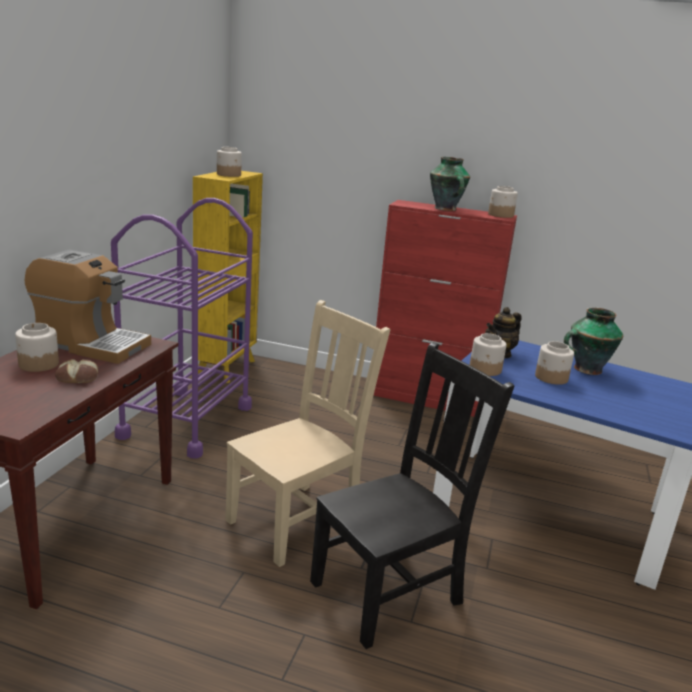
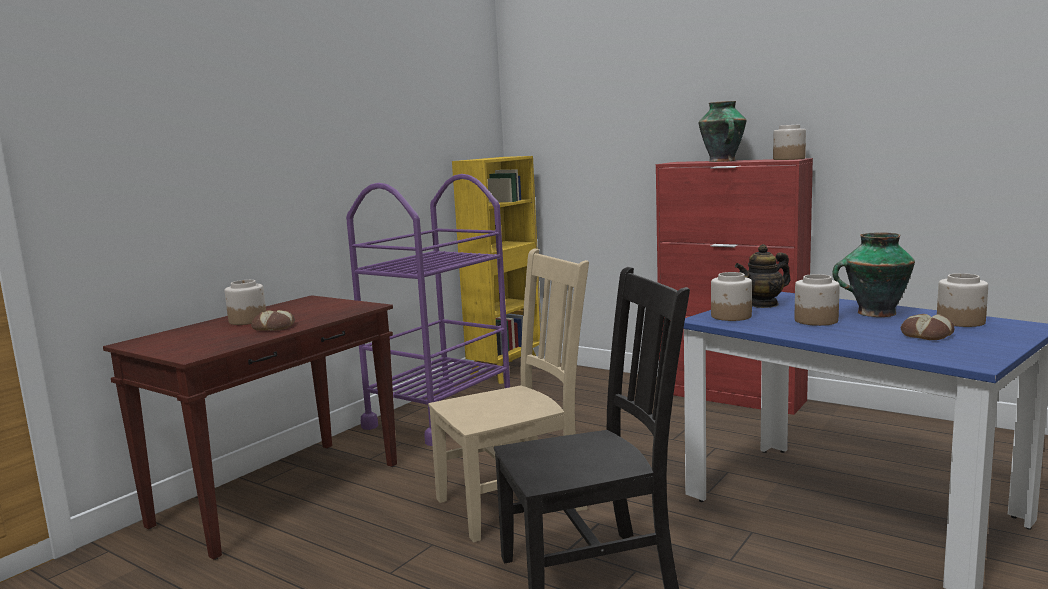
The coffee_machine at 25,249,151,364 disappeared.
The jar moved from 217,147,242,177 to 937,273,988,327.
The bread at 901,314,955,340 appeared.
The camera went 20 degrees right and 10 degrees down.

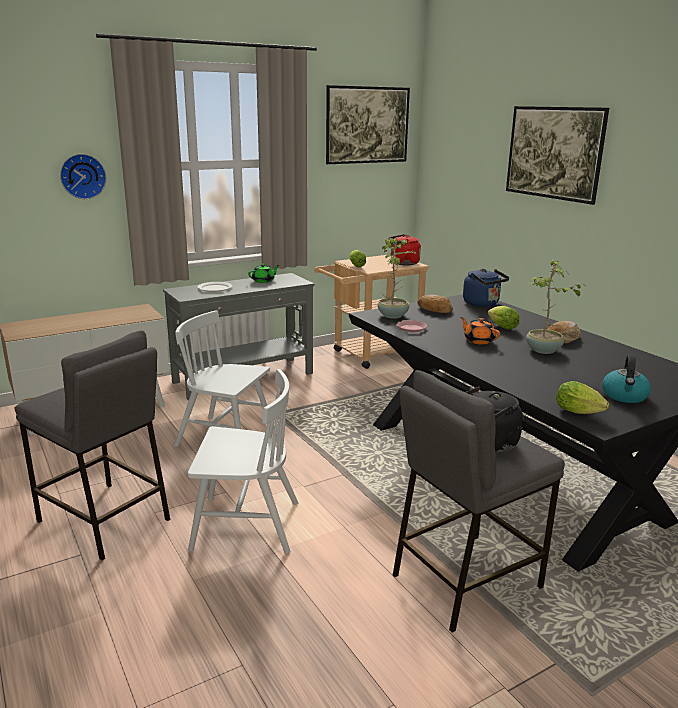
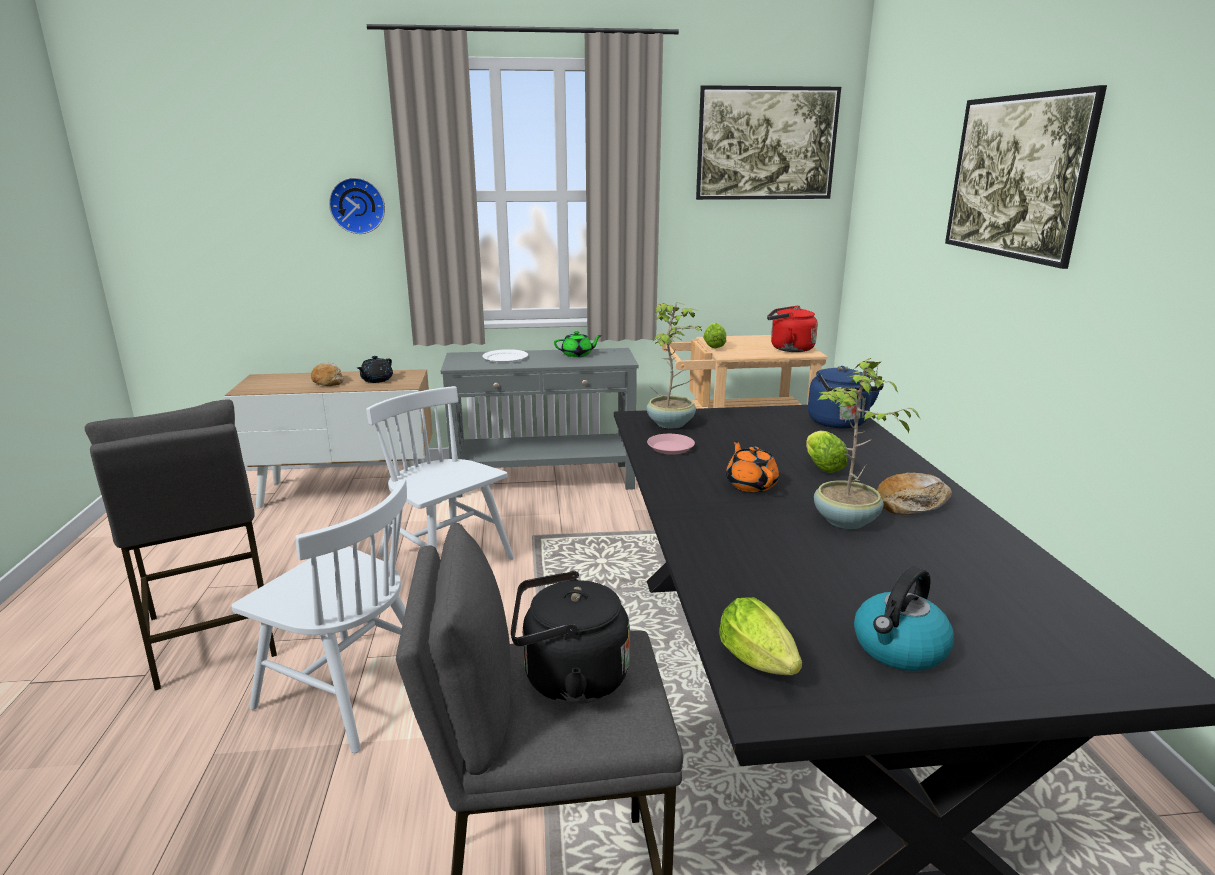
The bread moved from 417,295,453,313 to 311,363,344,386.
The black_teapot at 357,356,393,383 appeared.
The camera went 25 degrees right and 0 degrees up.

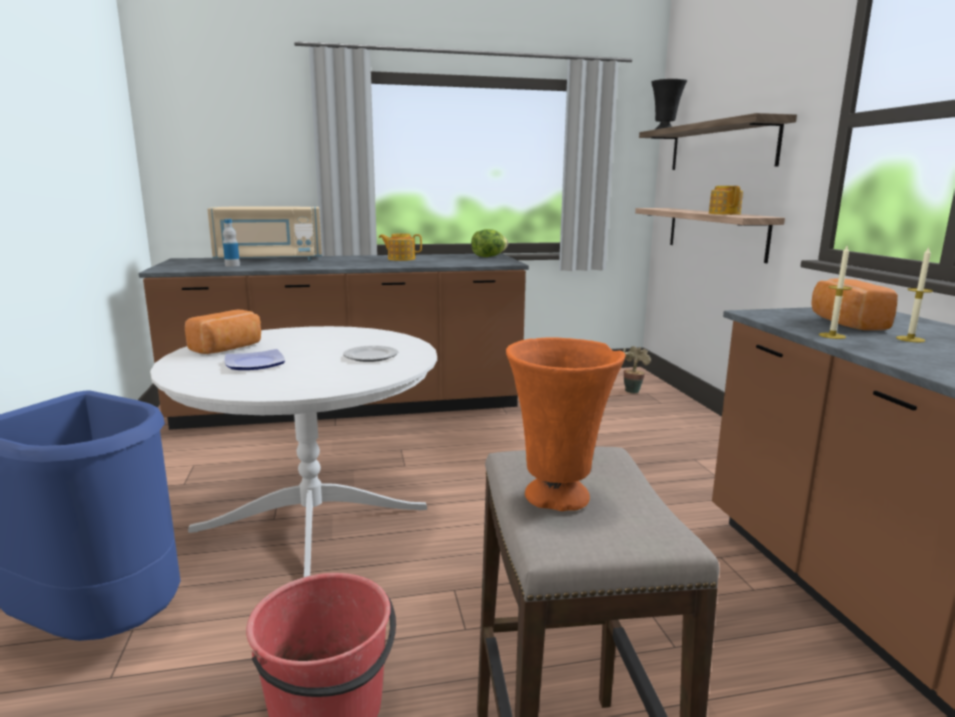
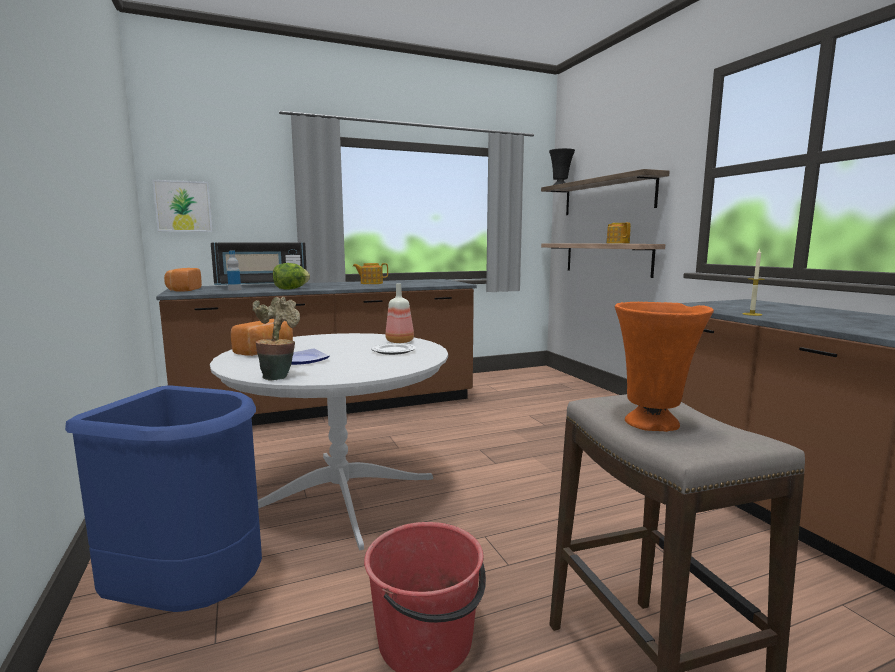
The beige_microwave at 207,207,322,260 became the black_microwave at 211,242,307,285.
The lettuce moved from 471,229,508,257 to 273,263,310,290.
The potted_plant moved from 623,346,651,394 to 252,297,300,381.
The bread moved from 811,279,898,330 to 164,268,202,292.
The candle at 896,247,933,342 disappeared.
The picture at 152,180,213,232 appeared.
The bottle at 385,283,414,343 appeared.
The camera went 10 degrees left and 5 degrees down.

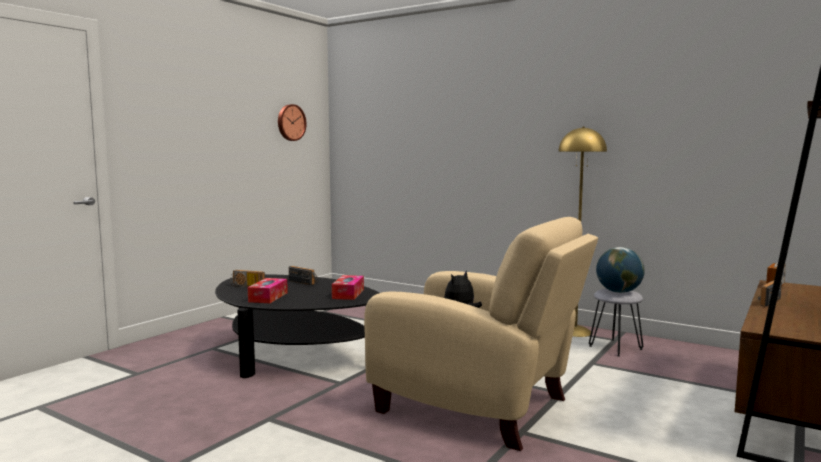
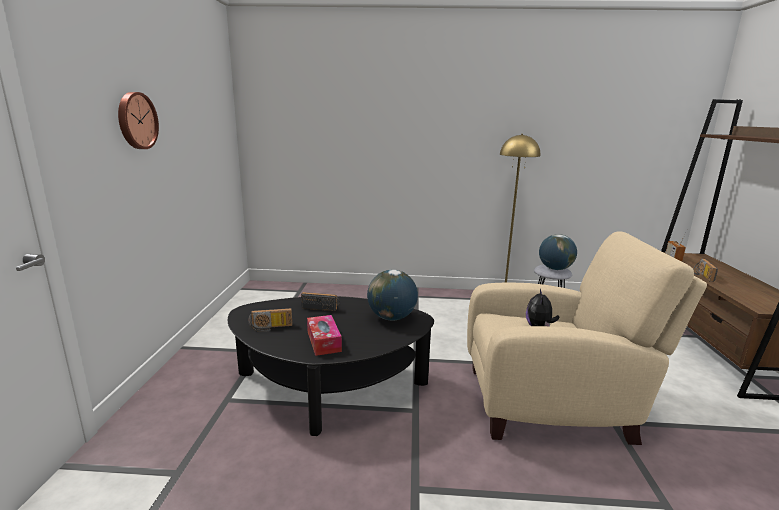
The wall_clock moved from 278,104,307,141 to 118,92,159,149.
The tissue_box at 332,275,364,300 was replaced by the globe at 367,270,418,321.
The camera went 30 degrees left and 10 degrees up.

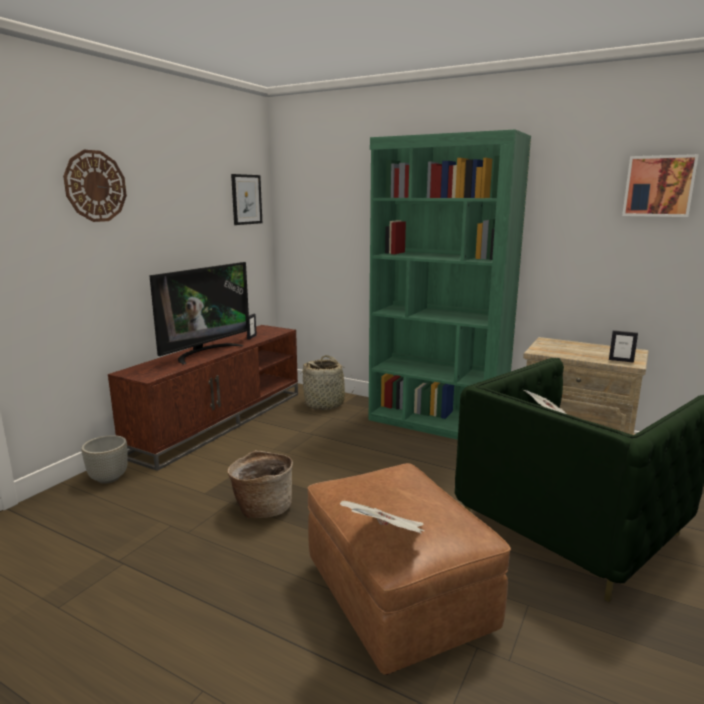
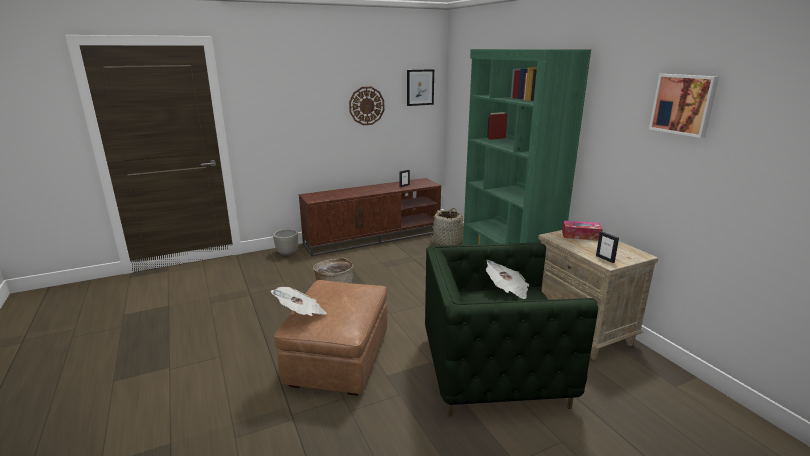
The wall_clock moved from 63,150,127,222 to 349,87,384,125.
The television at 149,262,250,364 disappeared.
The tissue_box at 562,220,603,241 appeared.
The camera went 35 degrees right and 5 degrees up.

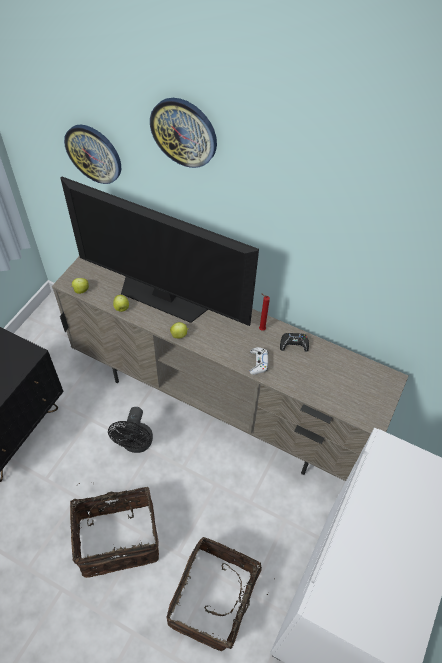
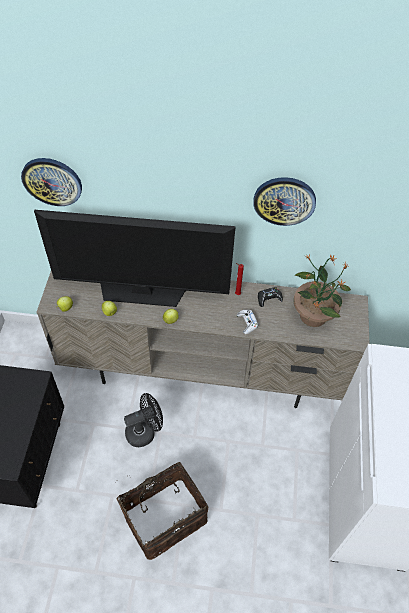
The black_fan at 108,407,153,453 turned 105 degrees counterclockwise.
The wall_clock moved from 150,98,217,168 to 253,177,316,226.
The basket at 166,537,275,651 disappeared.
The potted_plant at 294,255,351,327 appeared.
The camera went 20 degrees left and 0 degrees up.

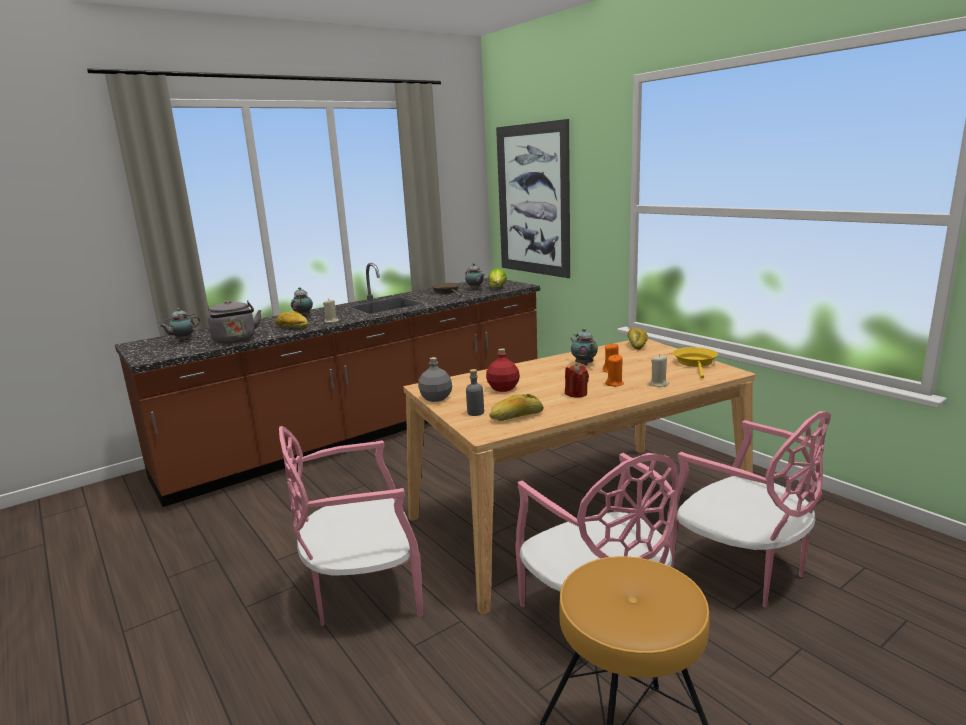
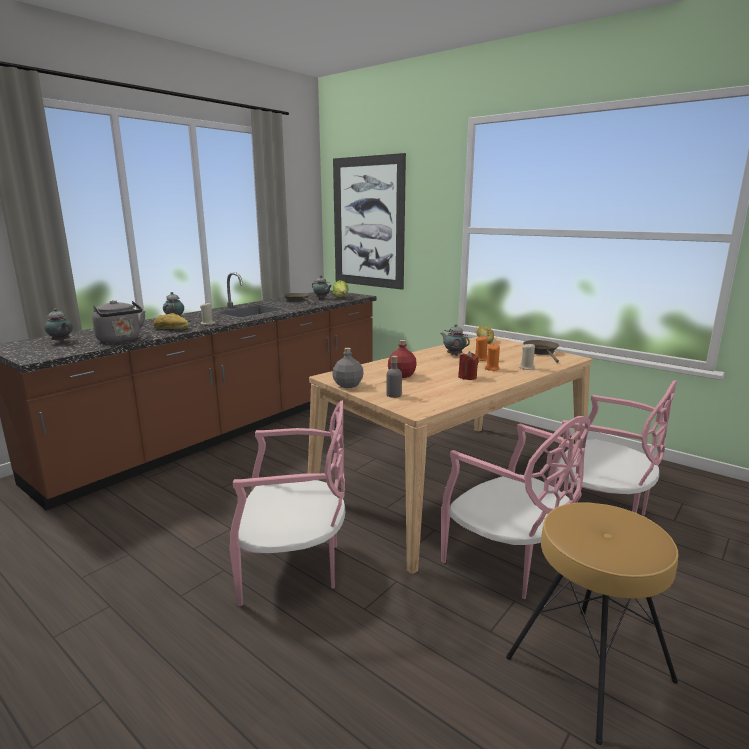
The teapot at 159,308,200,342 turned 75 degrees counterclockwise.
The pink_chair at 279,426,423,626 turned 150 degrees counterclockwise.
The bread at 489,394,544,421 disappeared.
The yellow_frying_pan at 673,347,718,378 became the brown_frying_pan at 523,340,559,363.
The camera went 15 degrees left and 0 degrees up.

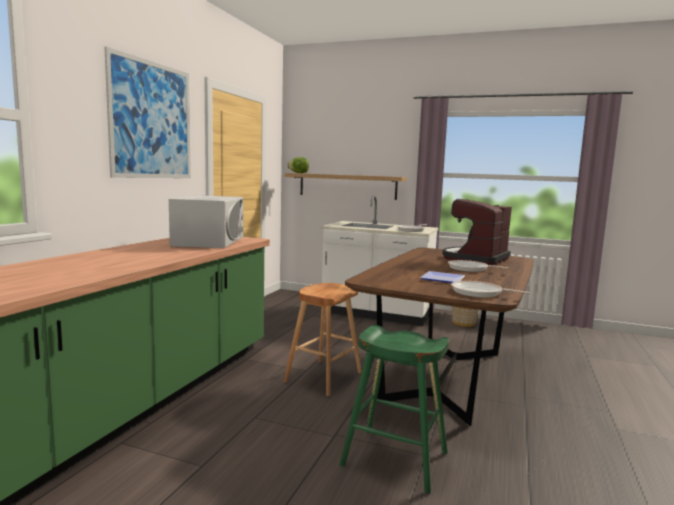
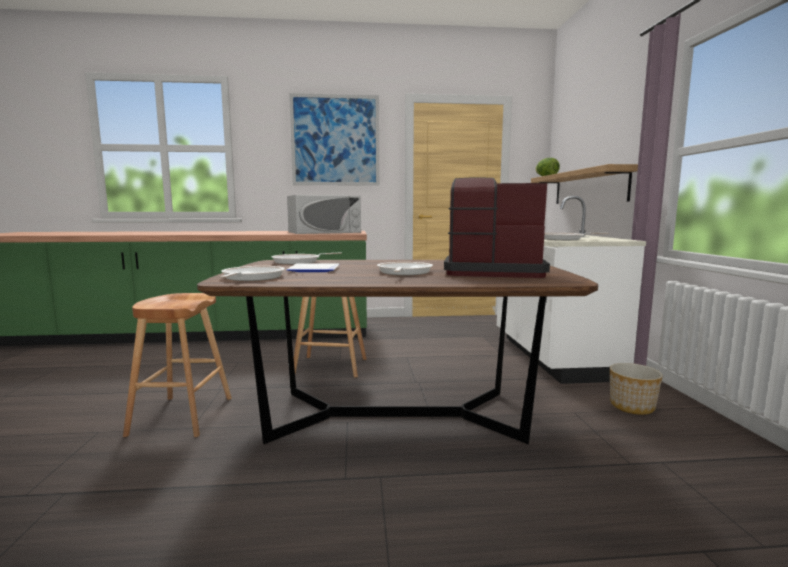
The green_stool at 340,325,449,494 became the brown_stool at 123,293,232,437.
The frying_pan at 272,253,342,264 appeared.
The camera went 65 degrees right and 0 degrees up.

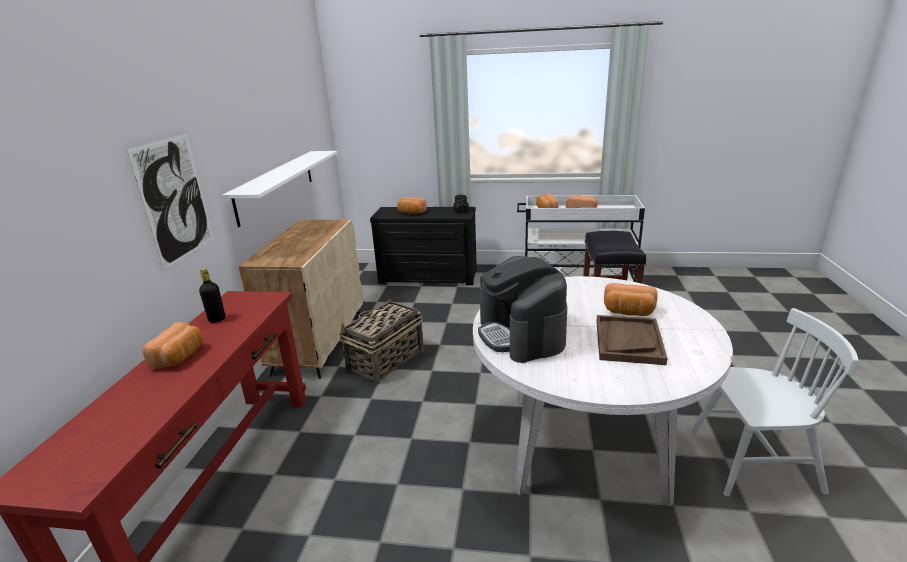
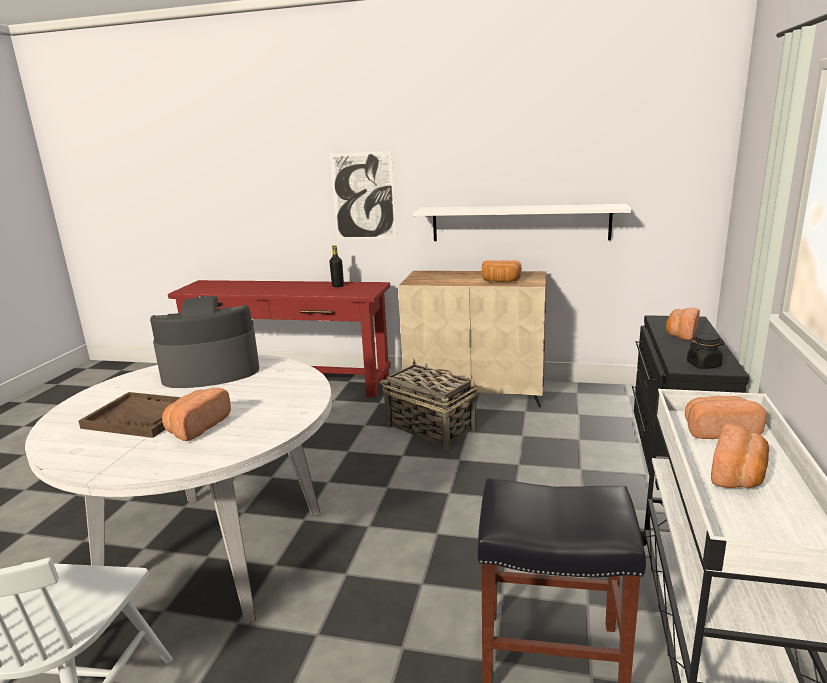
The bread moved from 142,322,203,369 to 482,260,522,282.
The camera went 95 degrees right and 5 degrees down.

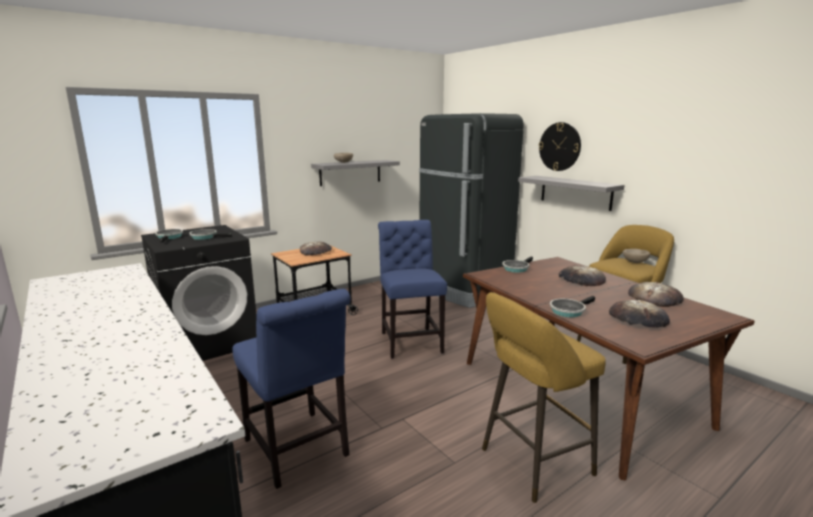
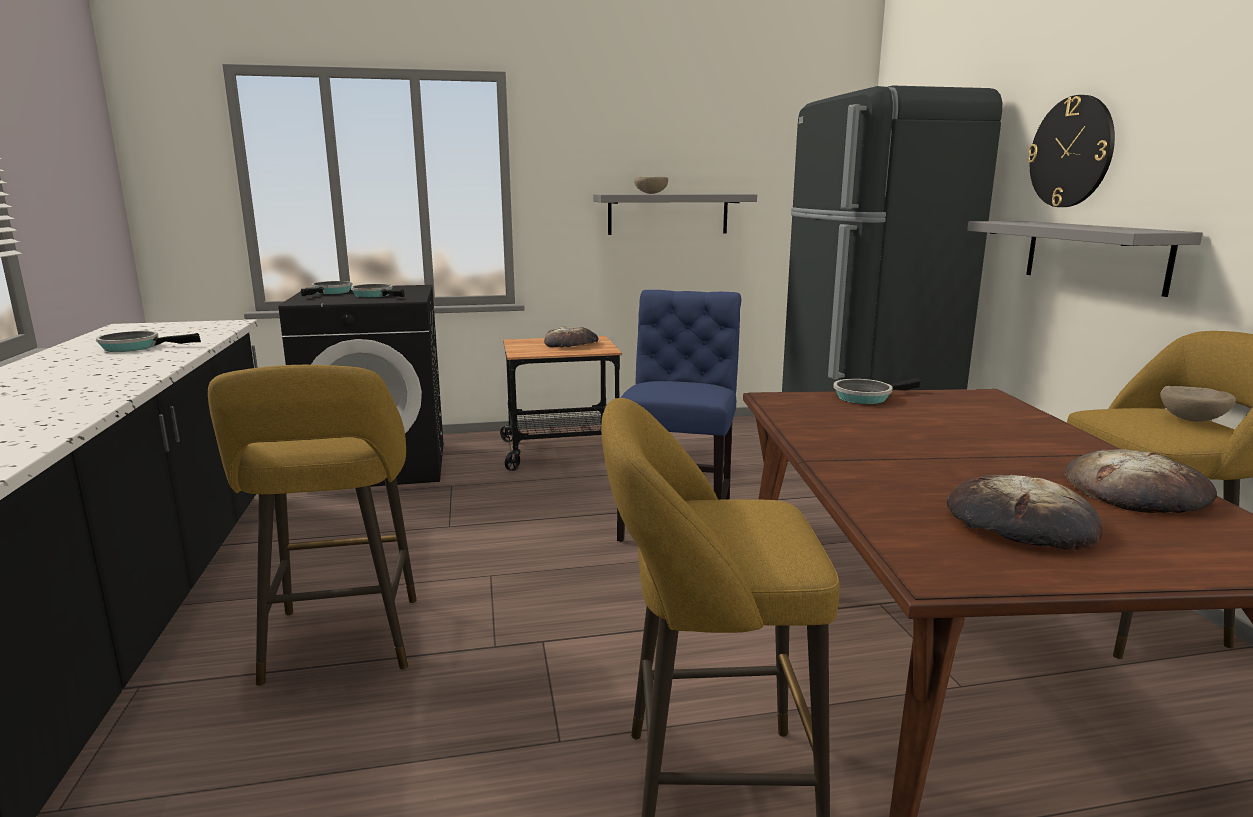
The blue_chair at 232,289,350,489 was replaced by the yellow_stool at 208,365,416,686.
The frying_pan moved from 550,296,595,317 to 96,331,201,352.
The bread at 559,265,606,286 disappeared.
The camera went 25 degrees right and 0 degrees up.

